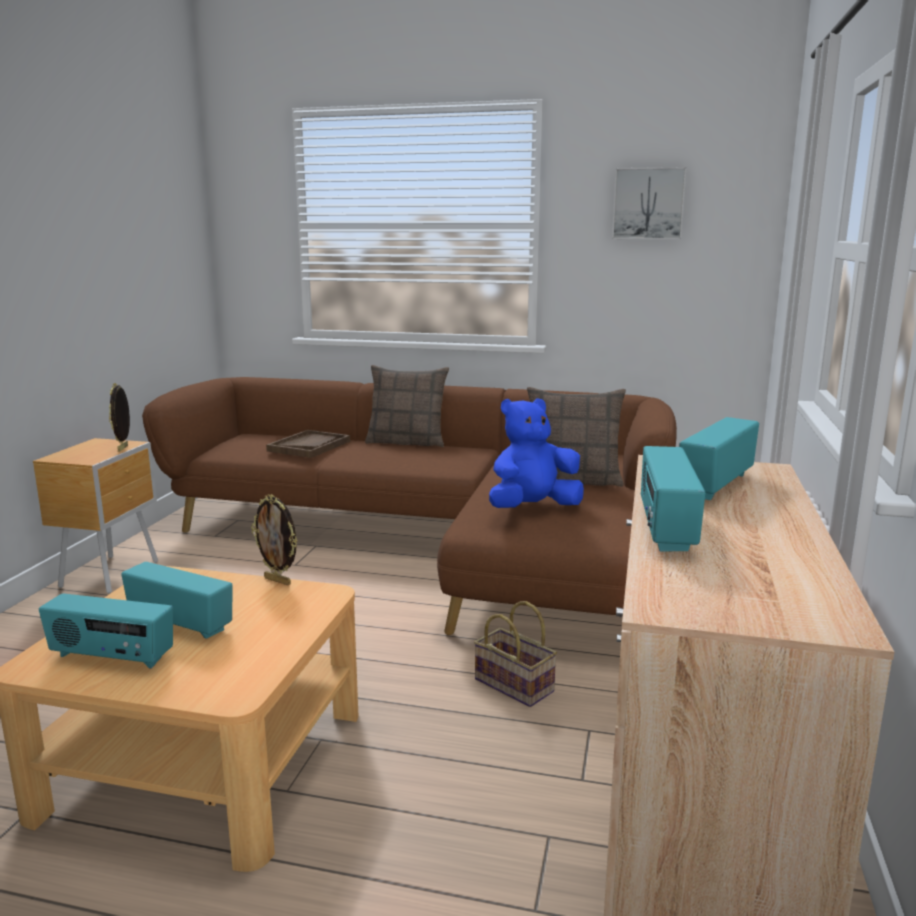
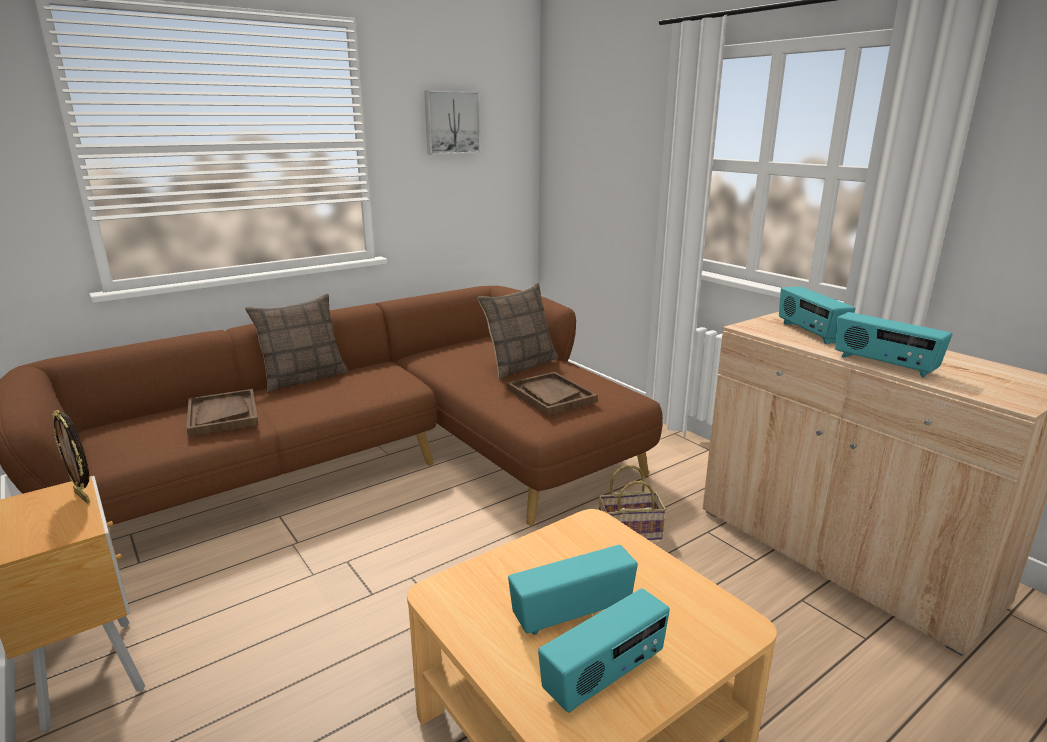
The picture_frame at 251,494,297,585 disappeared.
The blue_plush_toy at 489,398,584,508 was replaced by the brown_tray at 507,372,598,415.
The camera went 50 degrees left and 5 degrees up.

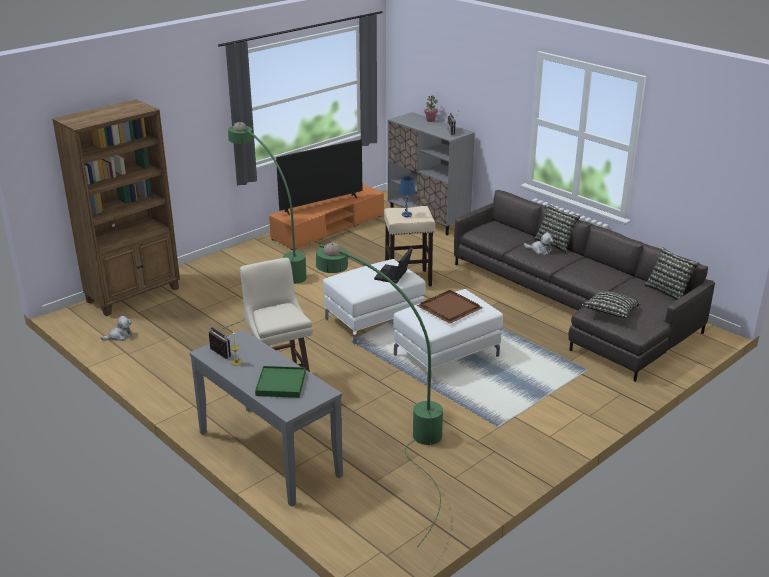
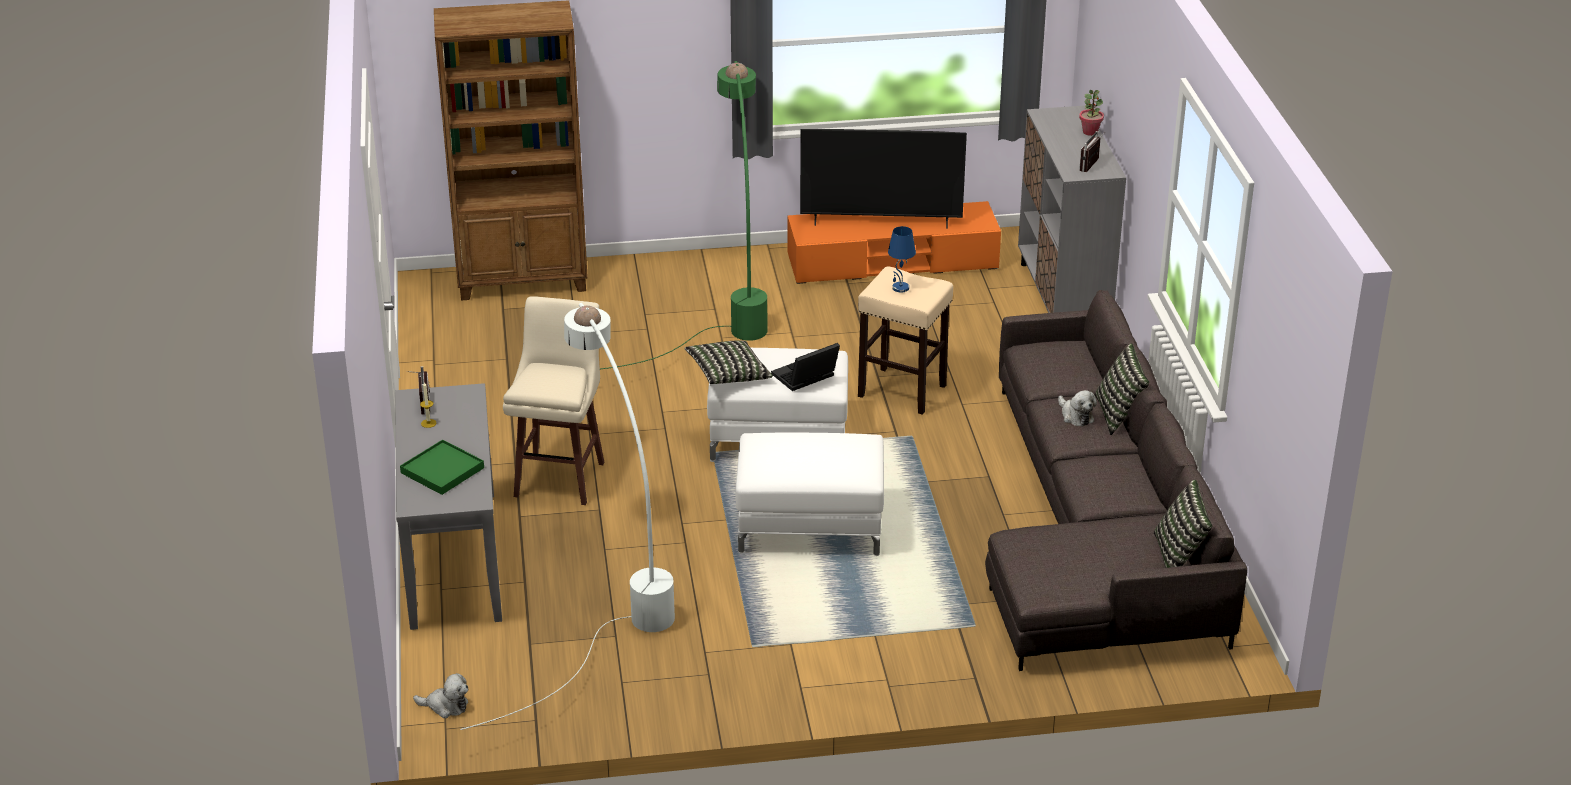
The plush_toy moved from 101,316,132,341 to 413,673,468,718.
The green_floor_lamp at 316,243,443,548 became the white_floor_lamp at 460,303,675,730.
The brown_tray at 417,290,483,324 disappeared.
The pillow moved from 582,291,641,318 to 684,340,773,384.
The camera went 35 degrees right and 5 degrees up.

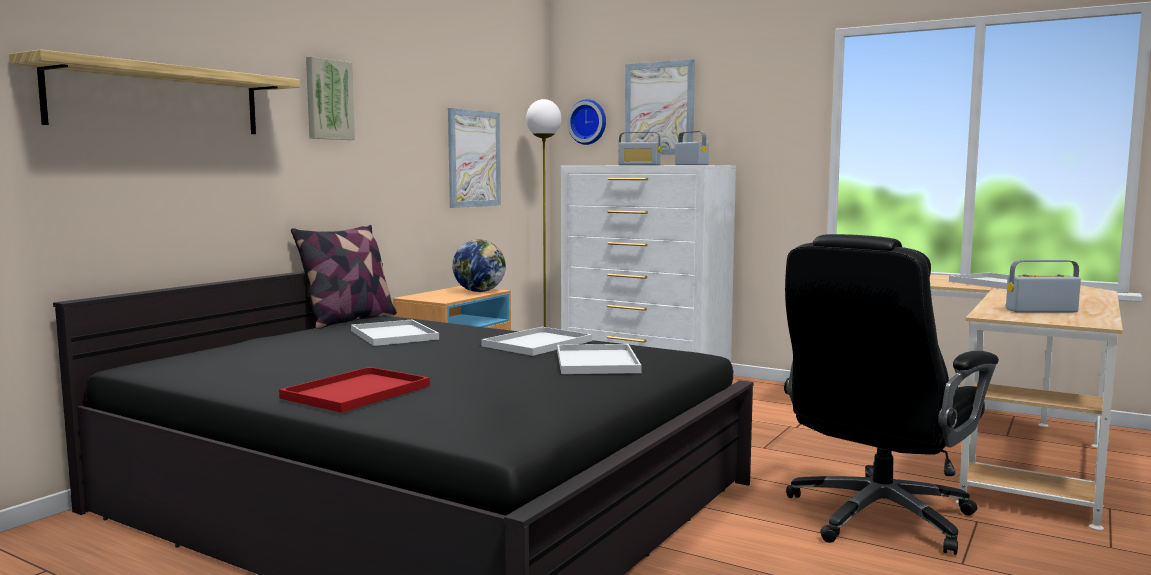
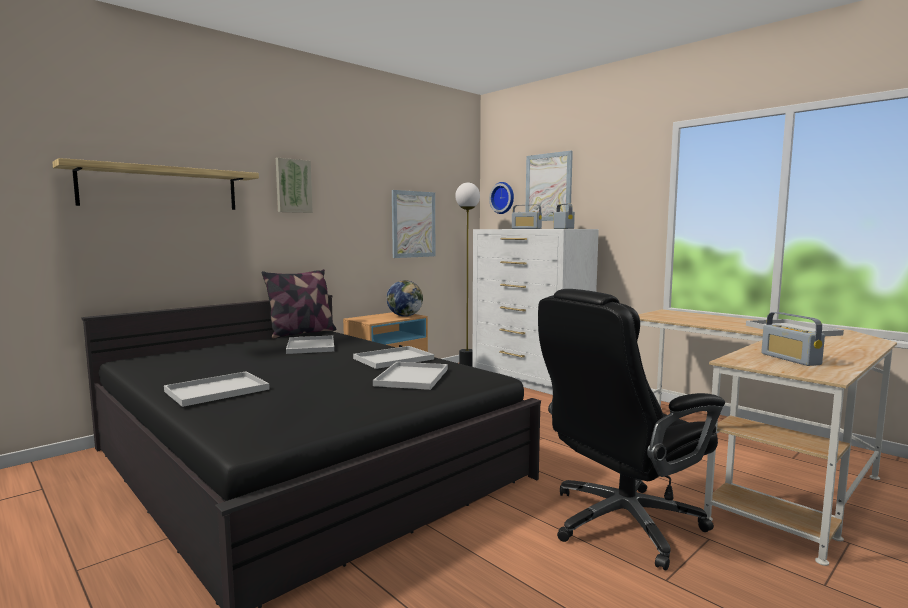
The red_tray at 279,367,430,413 became the white_tray at 164,371,270,407.
The radio at 1006,260,1081,312 turned 120 degrees counterclockwise.
The camera went 15 degrees right and 0 degrees up.

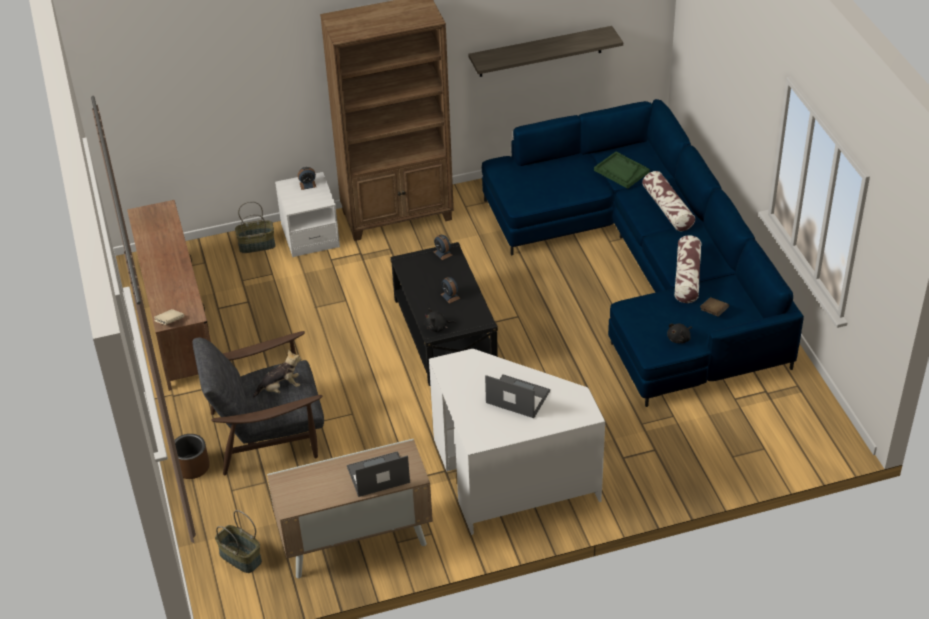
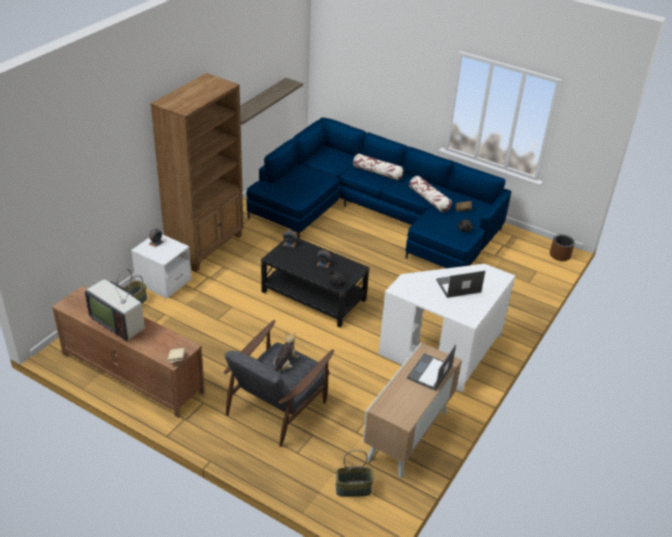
The brown_planter moved from 174,434,210,479 to 550,234,575,261.
The green_tray at 594,152,650,189 disappeared.
The television at 85,273,145,341 appeared.
The camera went 45 degrees left and 5 degrees down.

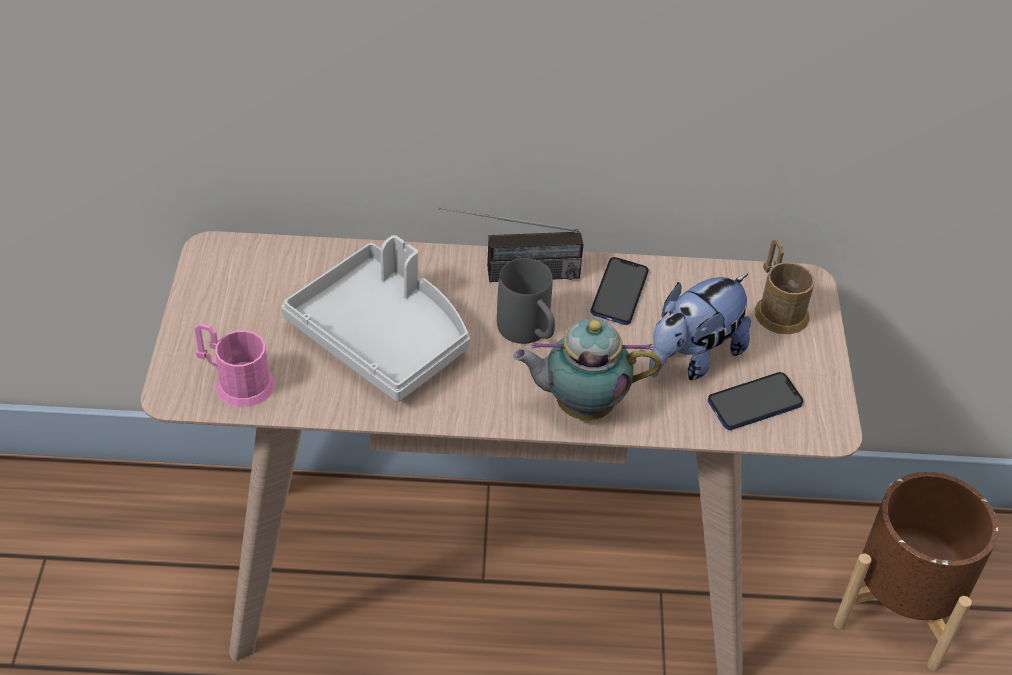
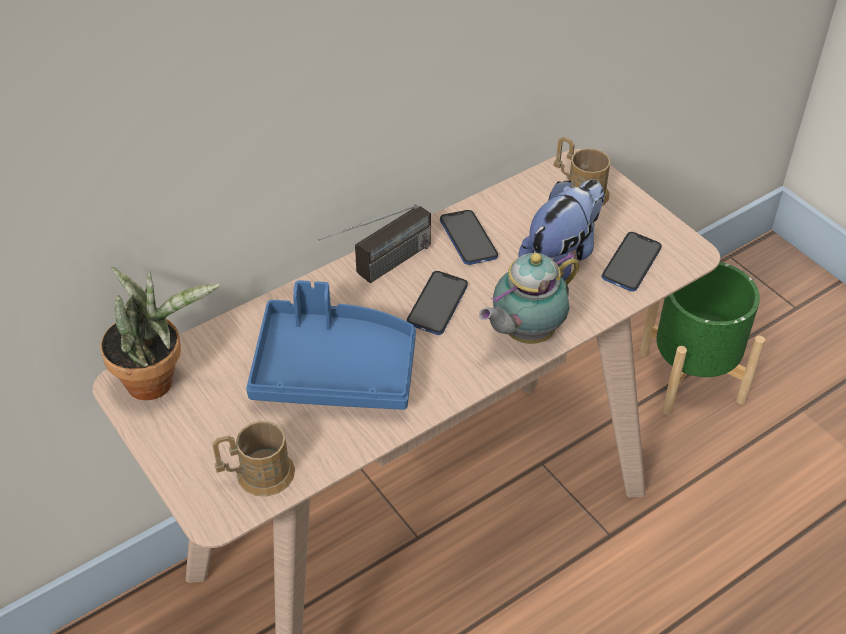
The pink_mug at 194,323,275,407 became the brown_mug at 212,421,295,497.
The grey_tray at 281,235,470,402 became the blue_tray at 246,280,416,410.
The grey_mug at 497,258,555,344 was replaced by the phone at 407,271,468,335.
The plush_toy at 649,273,751,380 turned 150 degrees counterclockwise.
The brown_planter at 834,472,999,671 became the green_planter at 639,262,765,415.
The potted_plant at 100,266,220,400 appeared.
The camera went 35 degrees left and 0 degrees up.

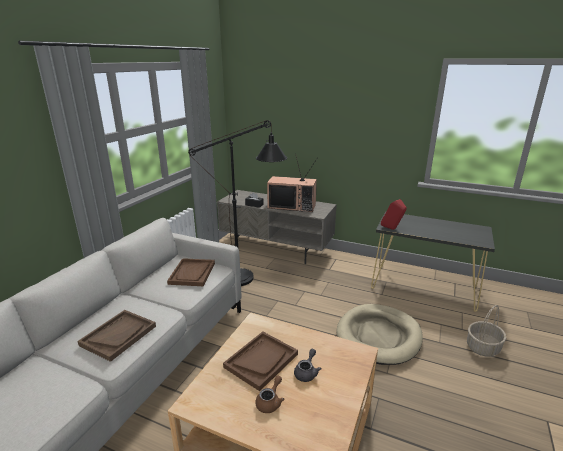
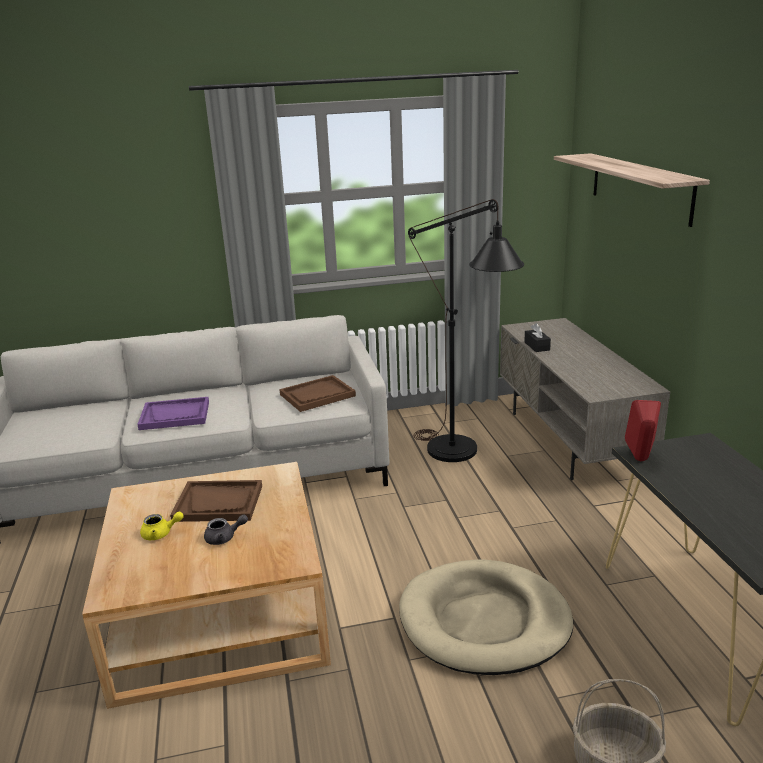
The brown_tray at 77,310,156,362 became the purple_tray at 137,397,209,430.
The brown_teapot at 255,376,284,413 became the yellow_teapot at 140,512,184,540.
The television at 267,153,318,212 disappeared.
The shelf at 554,153,710,227 appeared.
The camera went 55 degrees right and 0 degrees up.

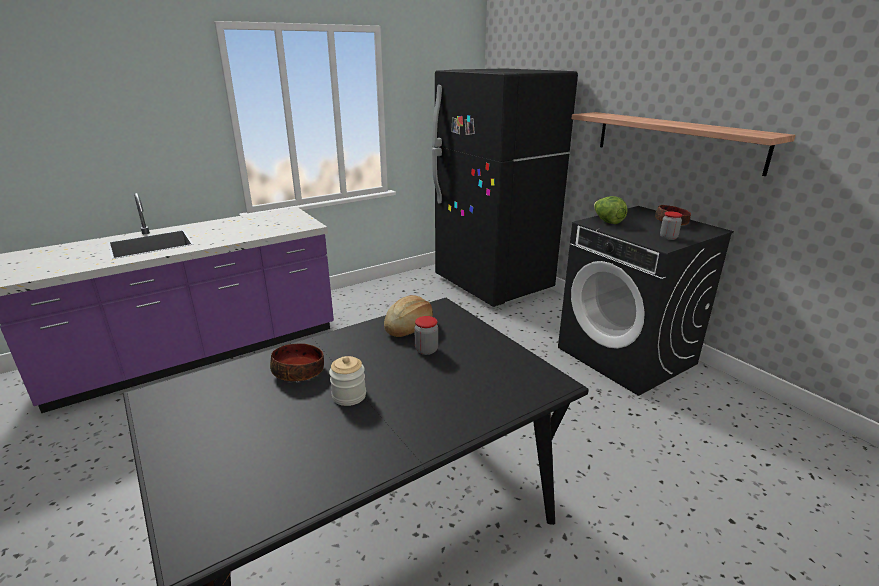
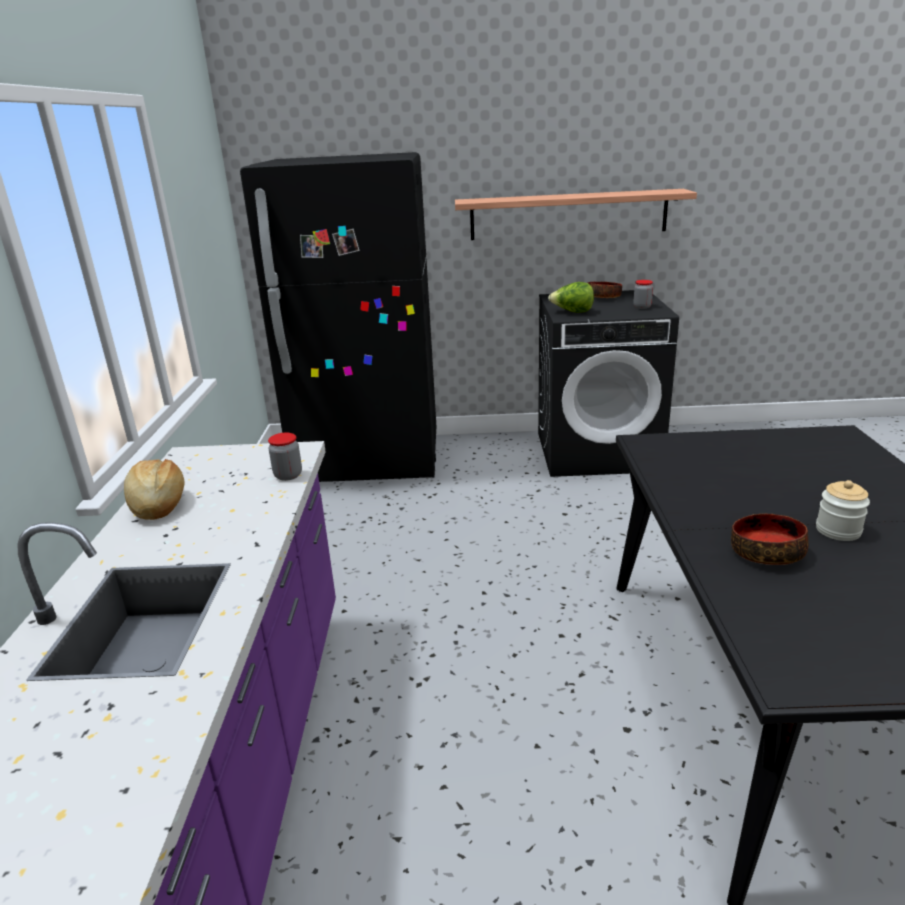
The bread moved from 384,295,433,337 to 124,459,184,520.
The jar moved from 414,316,438,355 to 268,433,302,481.
The camera went 55 degrees left and 0 degrees up.

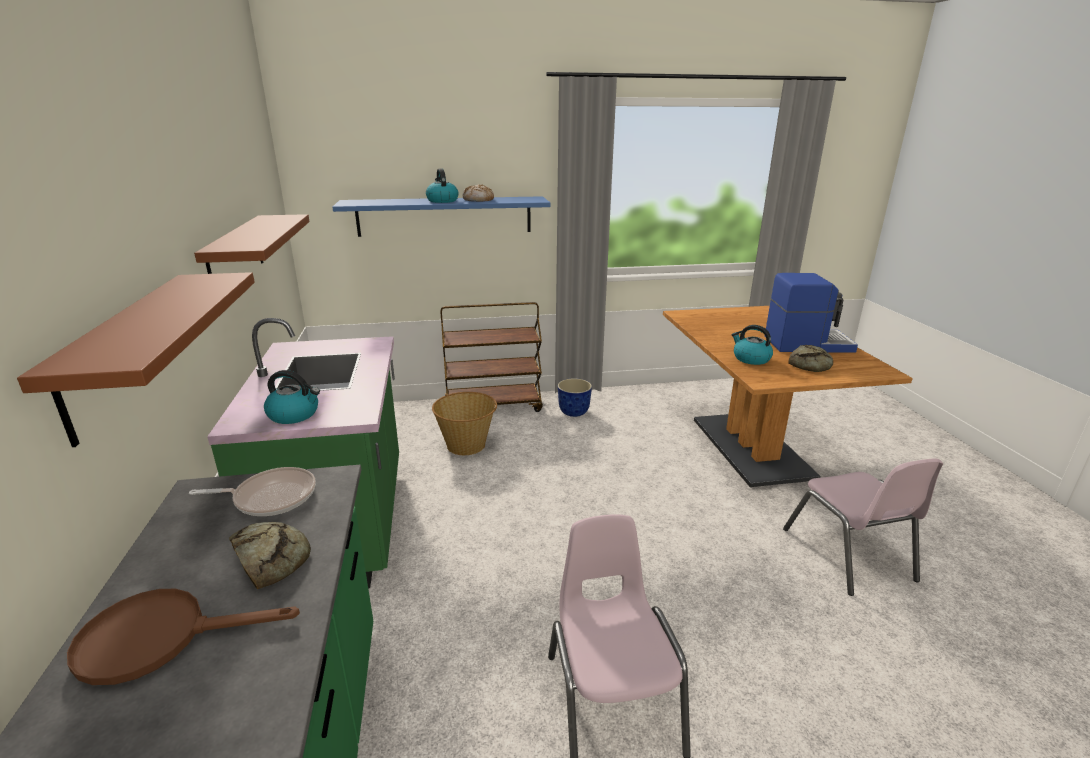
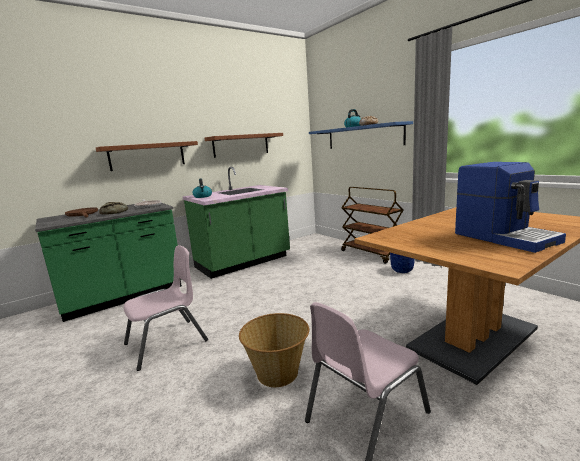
The basket moved from 432,392,497,455 to 239,313,309,387.
The kettle at 732,325,773,365 disappeared.
The bread at 788,345,833,372 disappeared.
The camera went 65 degrees right and 10 degrees down.

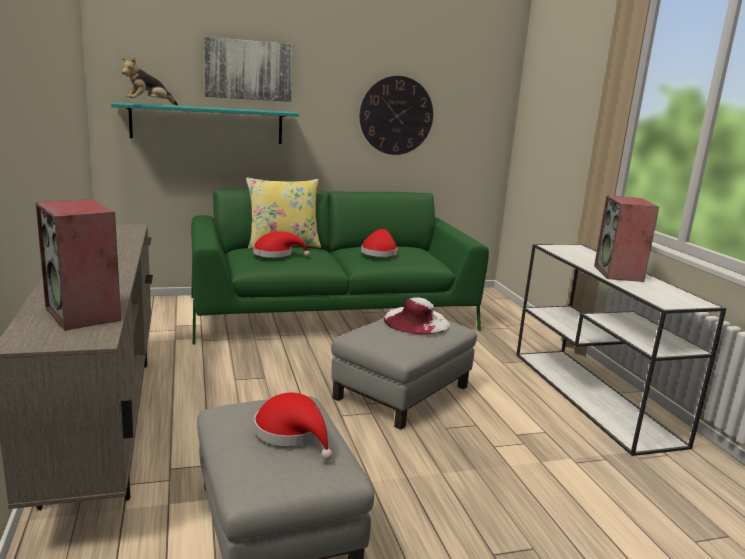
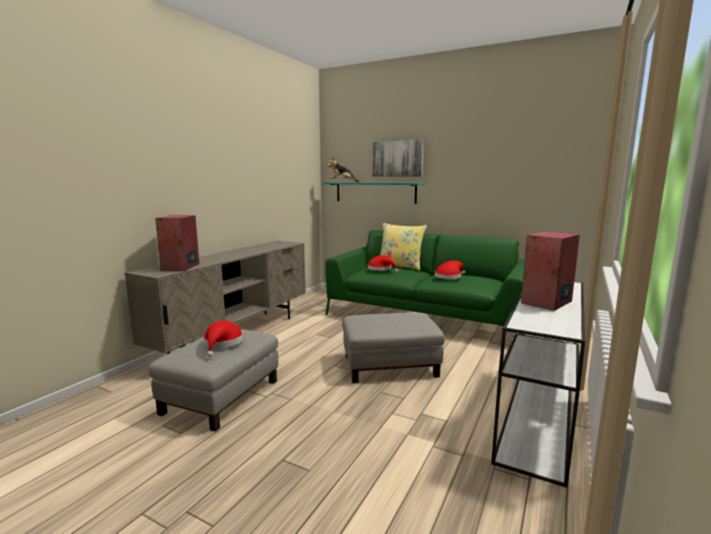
The wall_clock at 360,76,433,155 disappeared.
The white_hat at 384,297,450,334 disappeared.
The camera went 45 degrees right and 5 degrees down.

